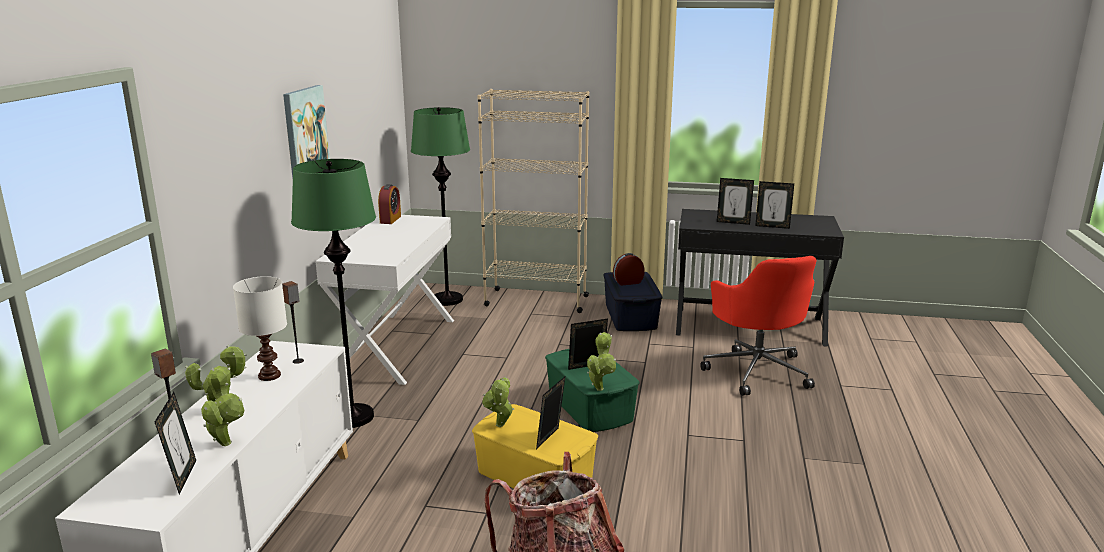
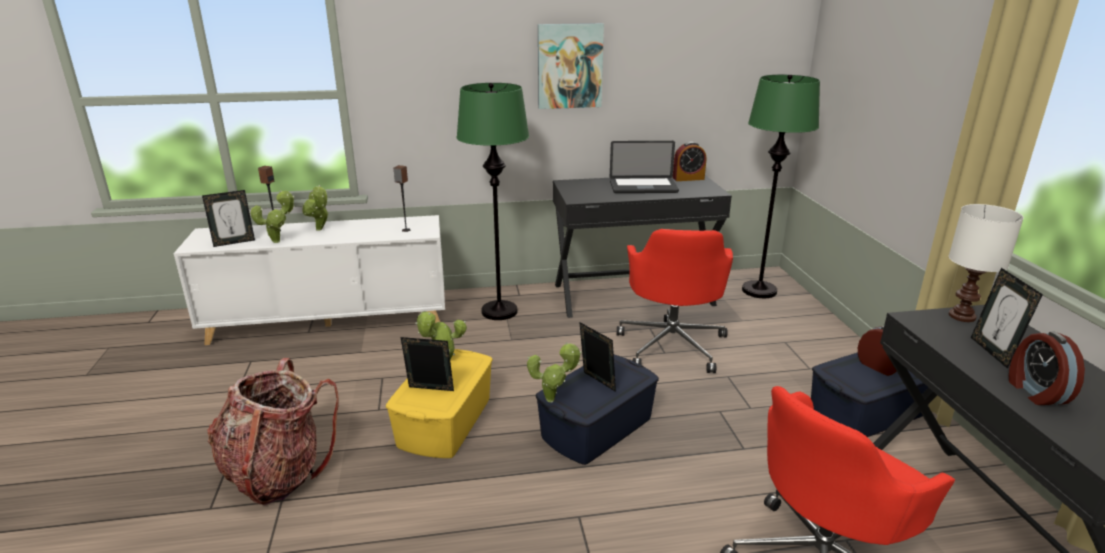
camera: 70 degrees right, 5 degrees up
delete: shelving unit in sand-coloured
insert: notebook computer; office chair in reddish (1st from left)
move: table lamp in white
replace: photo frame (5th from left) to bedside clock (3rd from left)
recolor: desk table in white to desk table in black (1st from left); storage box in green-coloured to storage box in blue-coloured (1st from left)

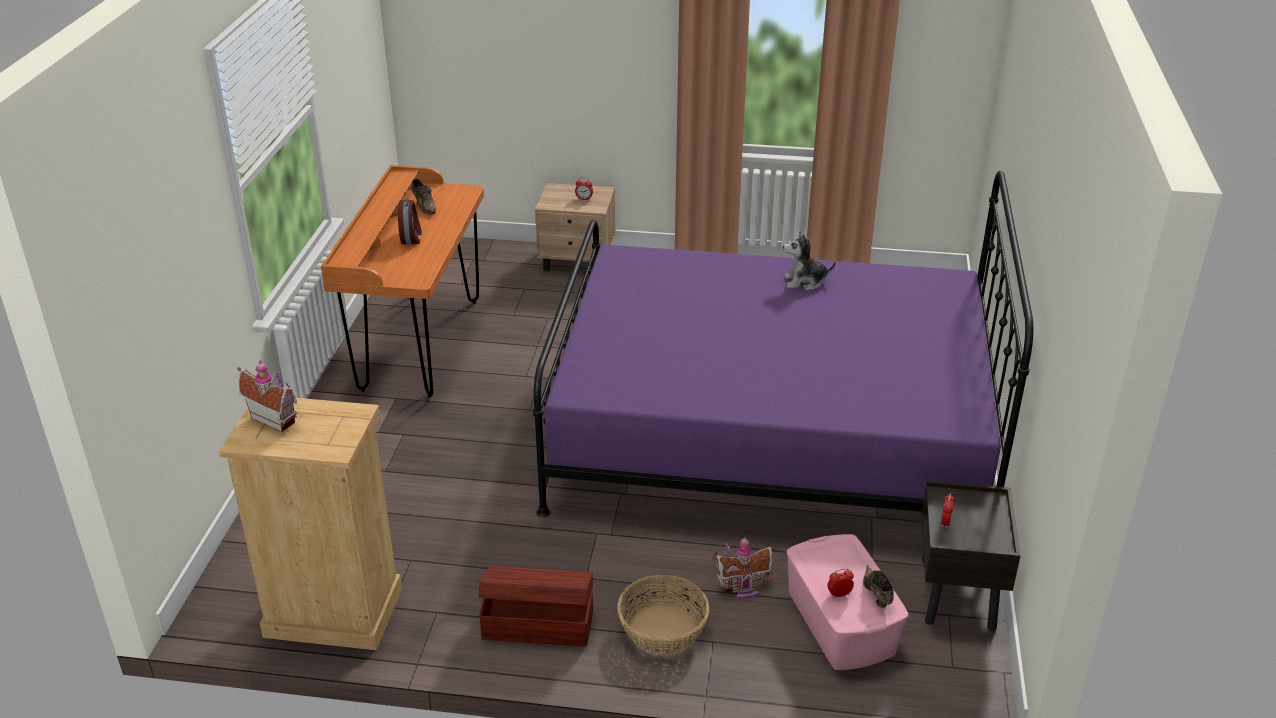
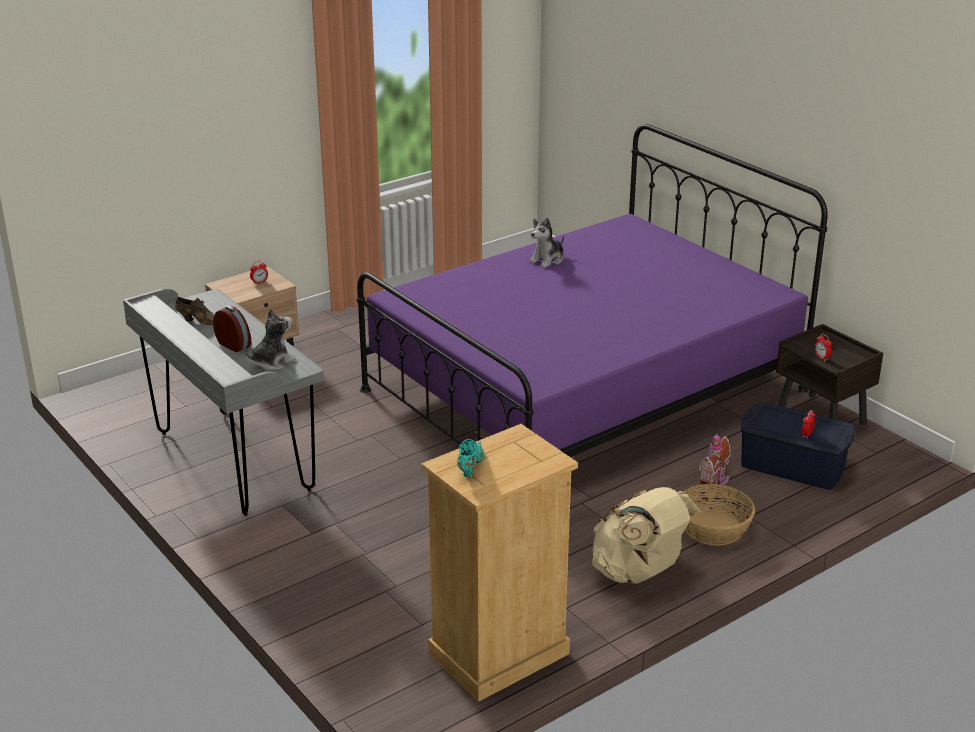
camera: 45 degrees left, 5 degrees down
delete: low shoe in brown-coloured (2nd from left)
insert: plush toy (1st from left)
replace: model house (1st from left) to low shoe in turquoise-coloured; storage box in brown-coloured to rucksack in sand-coloured
recolor: desk table in orange-coloured to desk table in gray; storage box in pink-coloured to storage box in blue-coloured

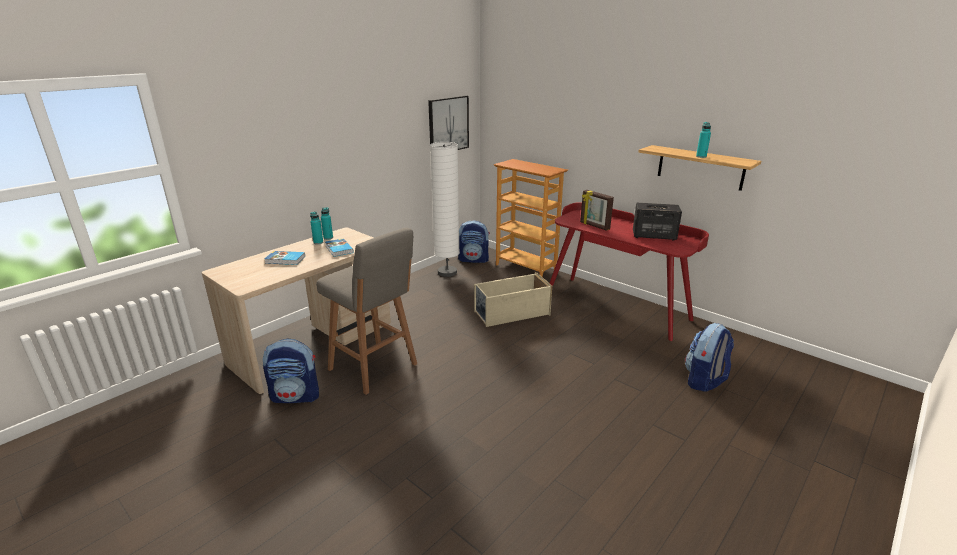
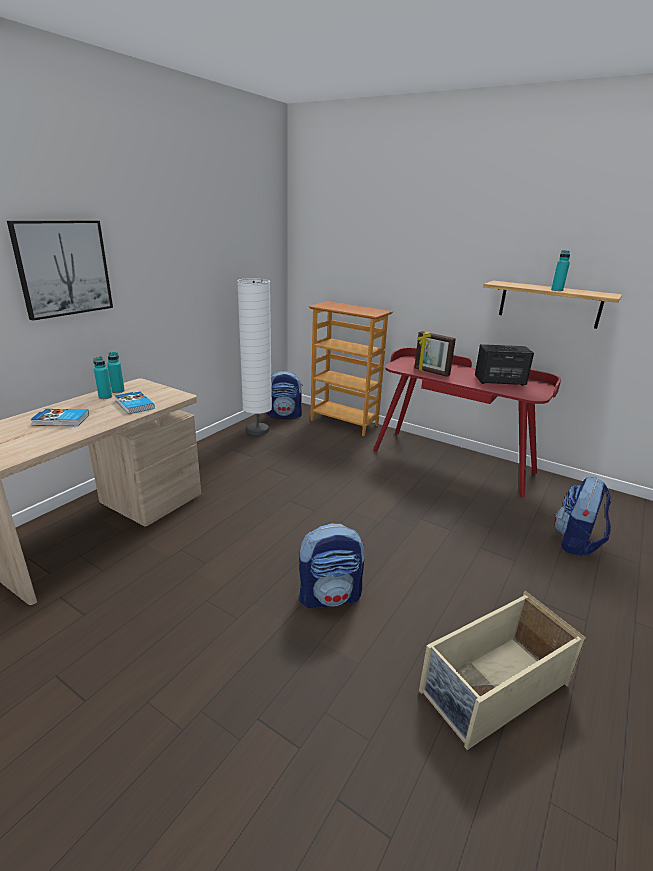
camera: 10 degrees left, 0 degrees up
delete: stool in gray
move: rucksack (1st from left in the first image) to rucksack (2nd from left); wall picture; storage box in sand-coloured

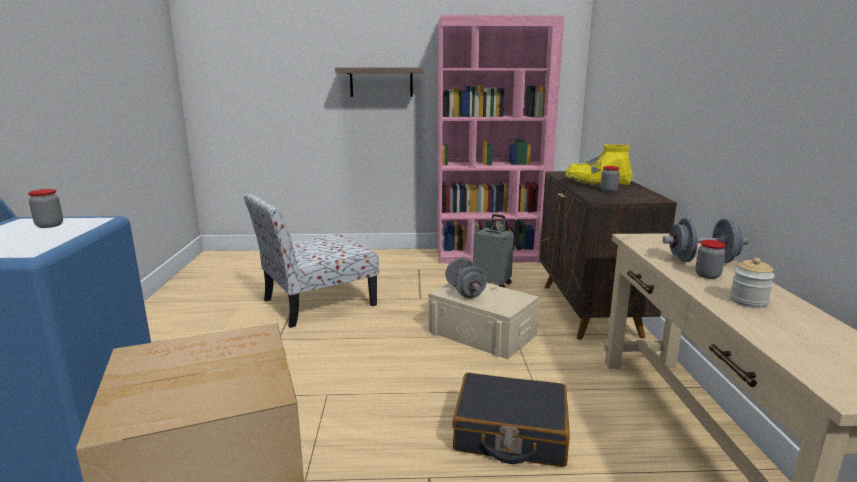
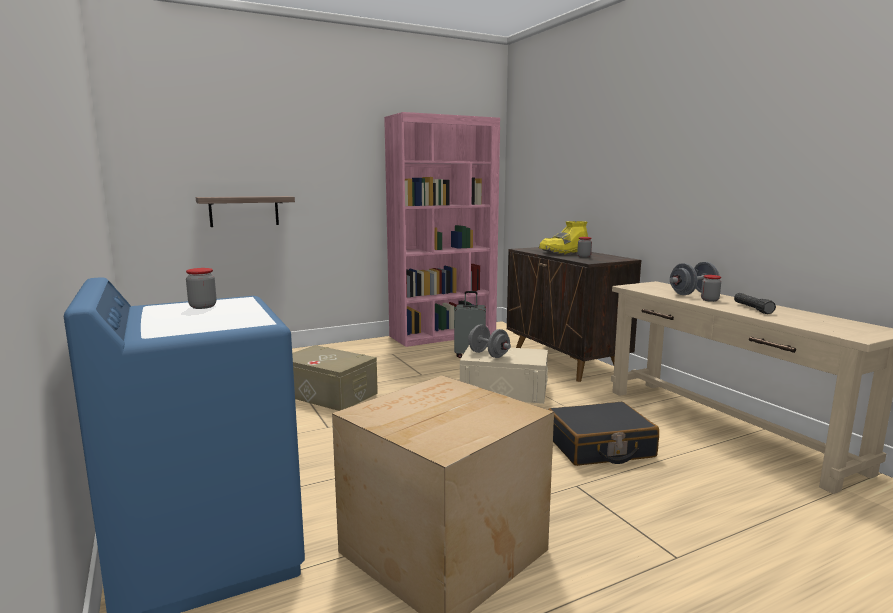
camera: 25 degrees left, 5 degrees down
move: wall shelf
replace: upright chair to storage box in sand-coloured (1st from left); preserve jar (4th from left) to hand torch in black

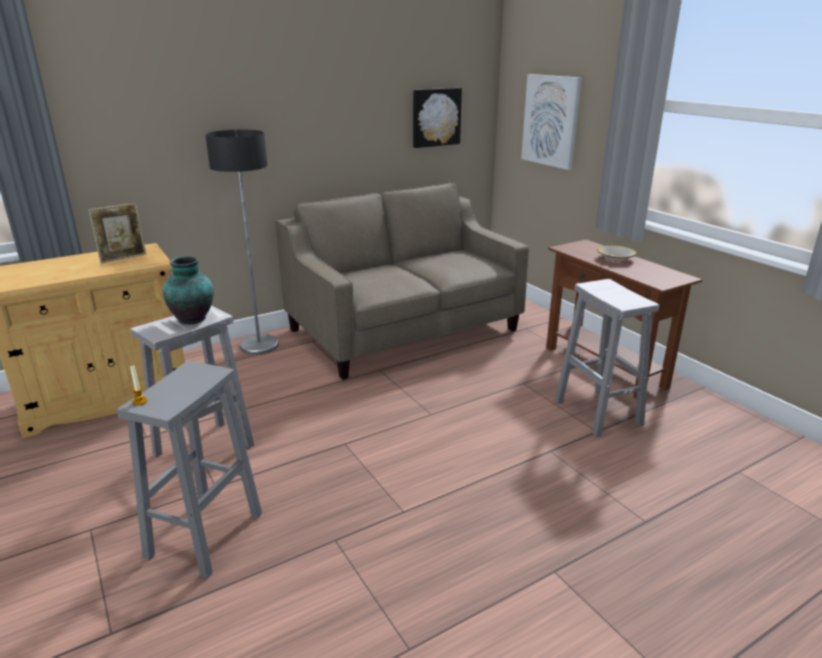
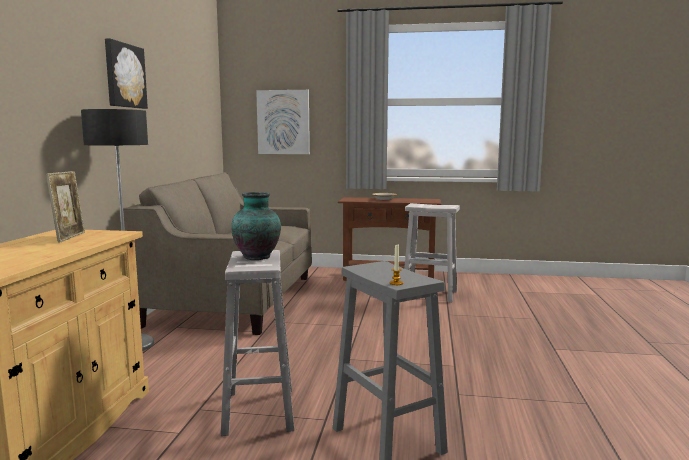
camera: 50 degrees left, 15 degrees down
move: wall picture (1st from left)

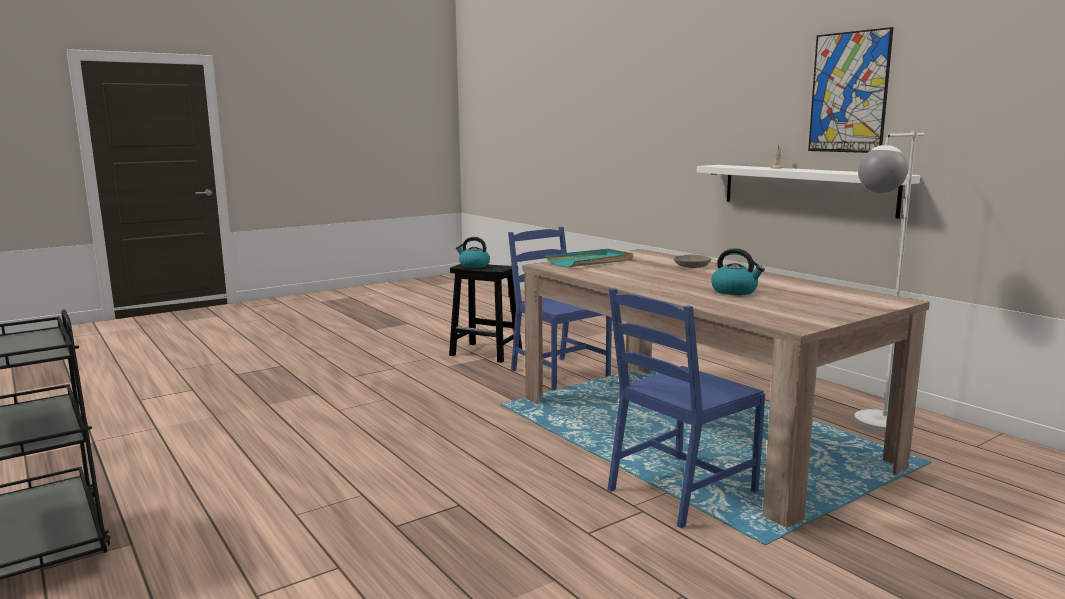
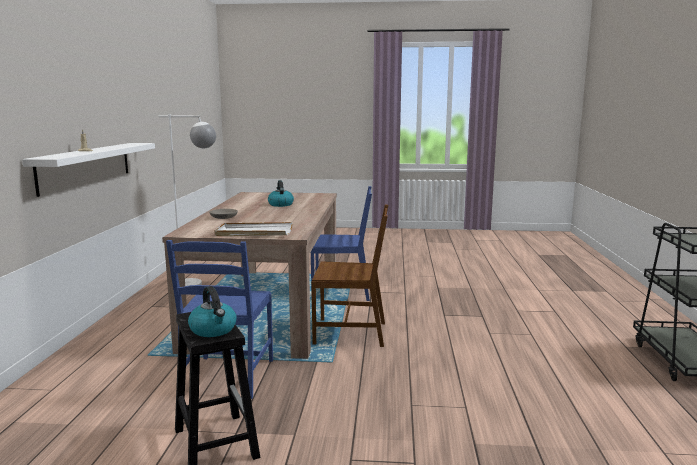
camera: 140 degrees left, 0 degrees up
delete: wall picture
insert: upright chair in brown-coloured
recolor: tray in turquoise-coloured to tray in white

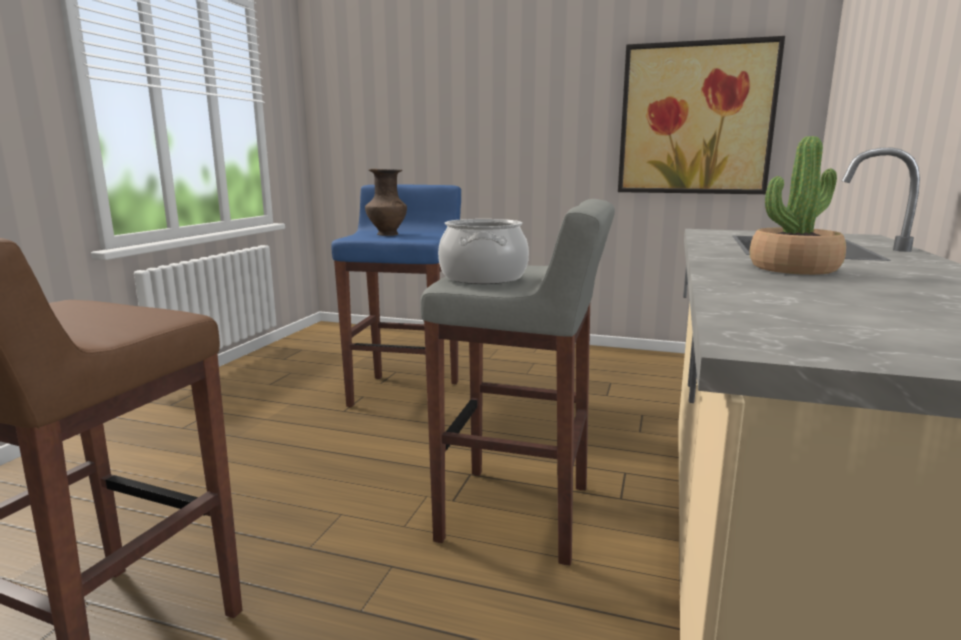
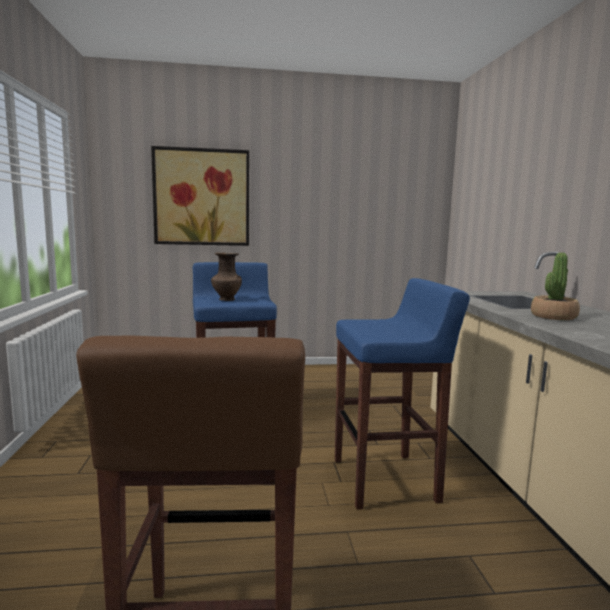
camera: 25 degrees left, 5 degrees down
delete: saucepot
move: wall picture
recolor: stool in gray to stool in blue-coloured (2nd from left)

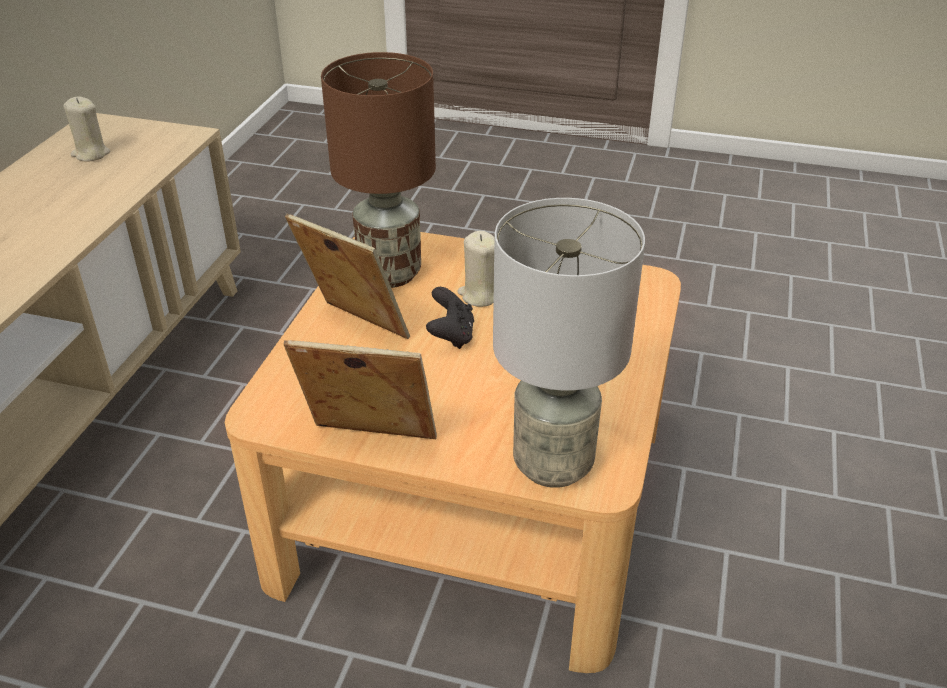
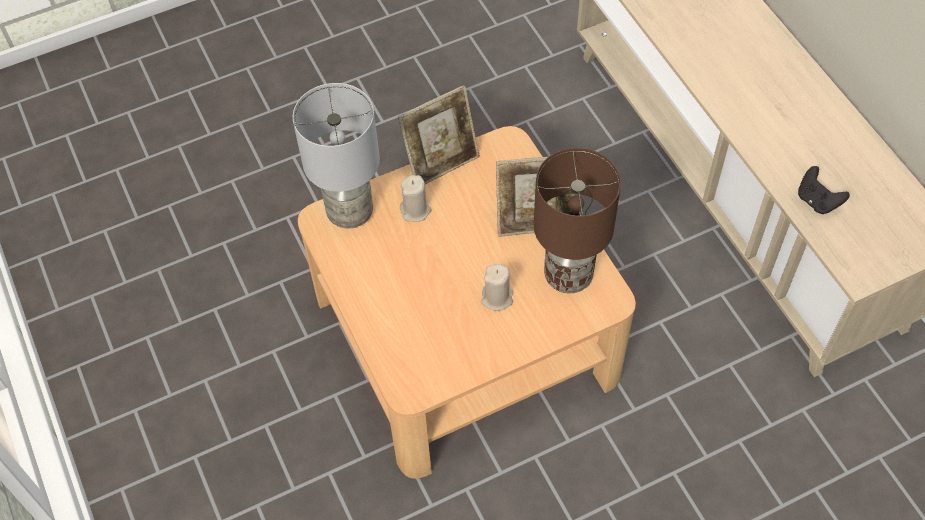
camera: 140 degrees right, 20 degrees up
move: candle in sand-coloured (1st from left); gamepad in black

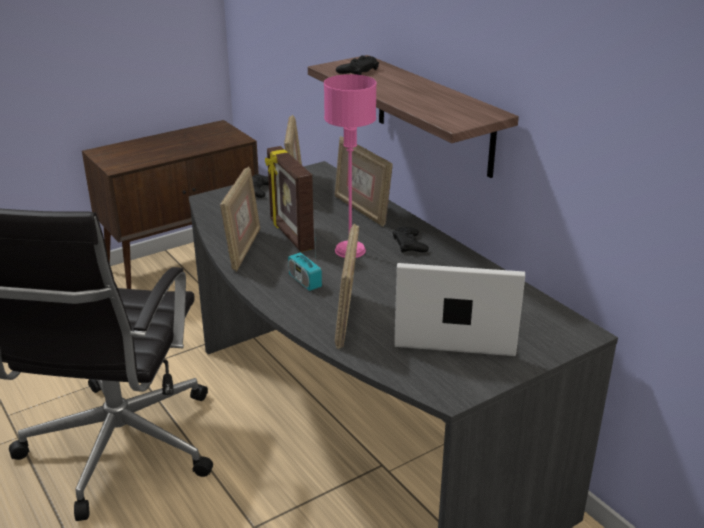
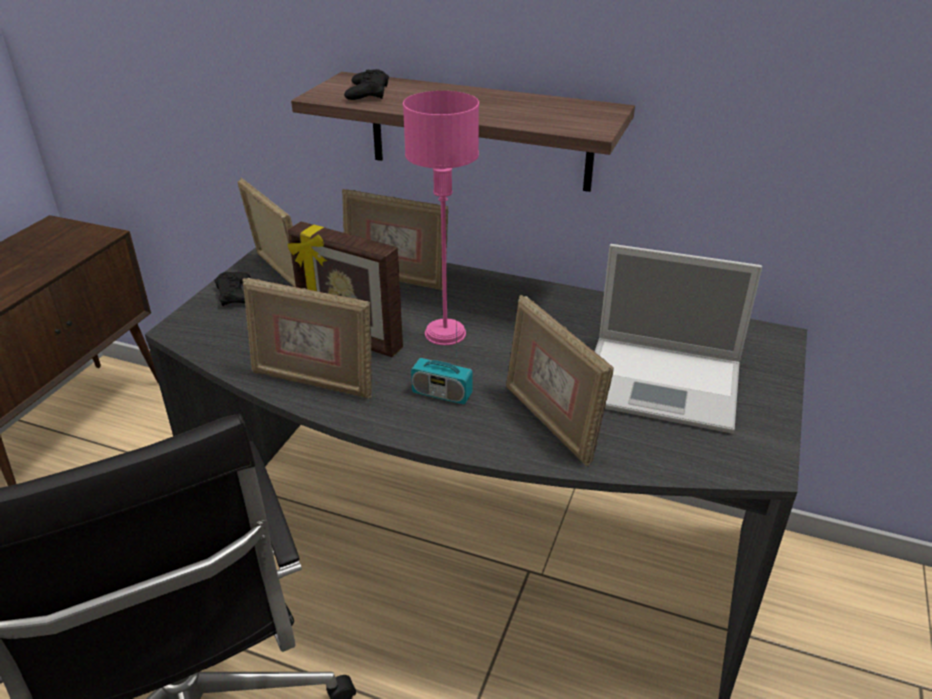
camera: 35 degrees left, 5 degrees up
delete: gamepad in black (3rd from left)
rotate: photo frame (1st from left in the first image) 135 degrees clockwise; notebook computer 135 degrees counterclockwise

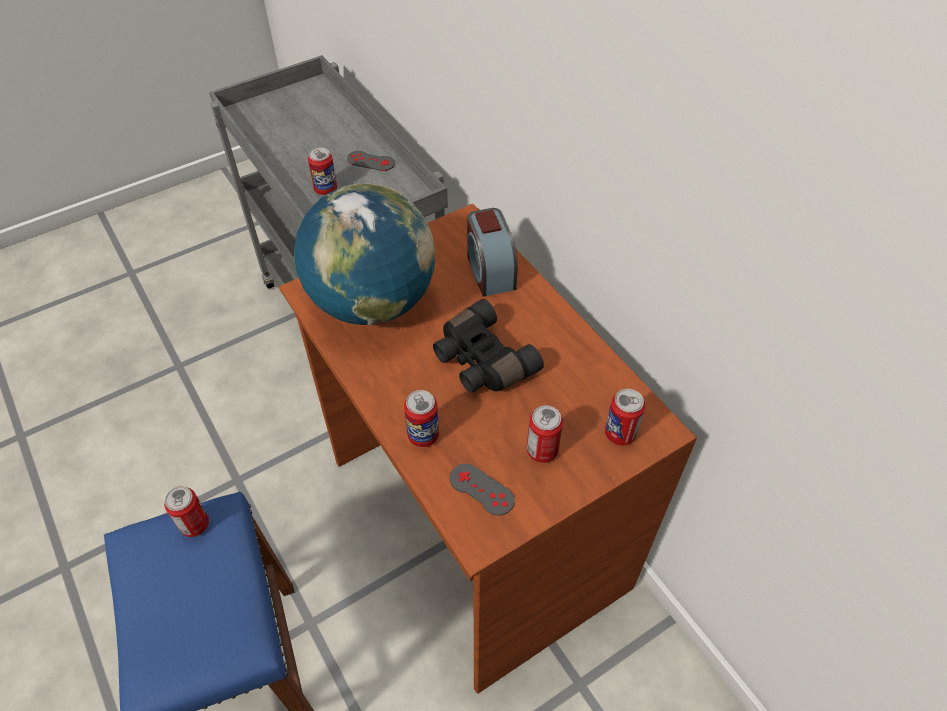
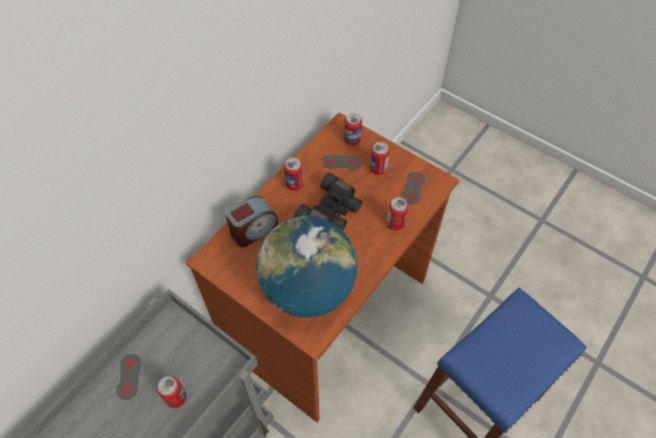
camera: 110 degrees left, 5 degrees up
insert: gamepad in gray (2nd from left)
move: sealed can (1st from left in the first image) to sealed can (2nd from left)

